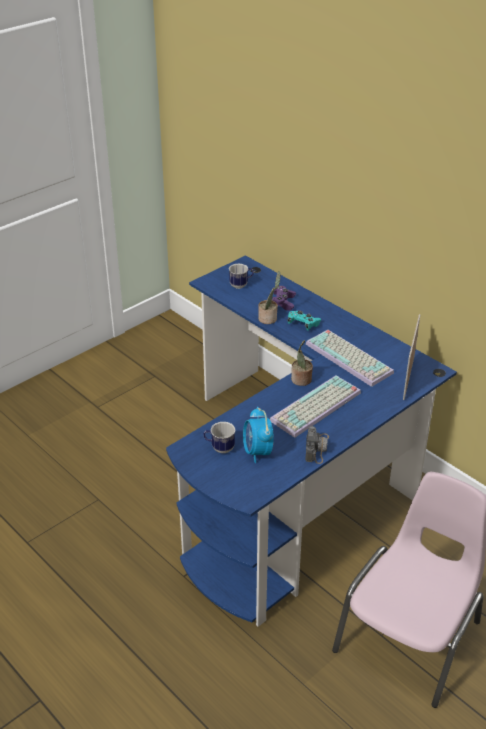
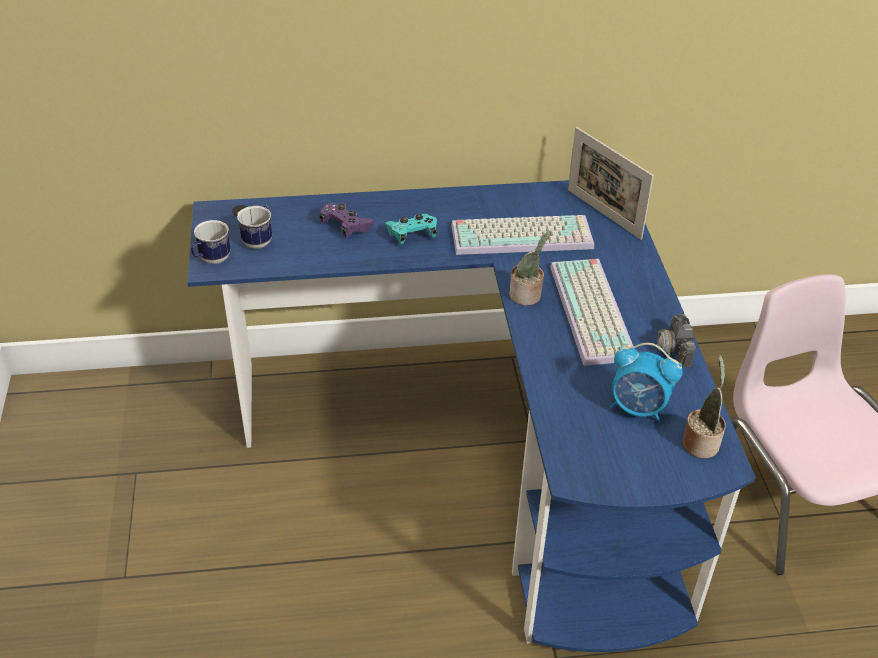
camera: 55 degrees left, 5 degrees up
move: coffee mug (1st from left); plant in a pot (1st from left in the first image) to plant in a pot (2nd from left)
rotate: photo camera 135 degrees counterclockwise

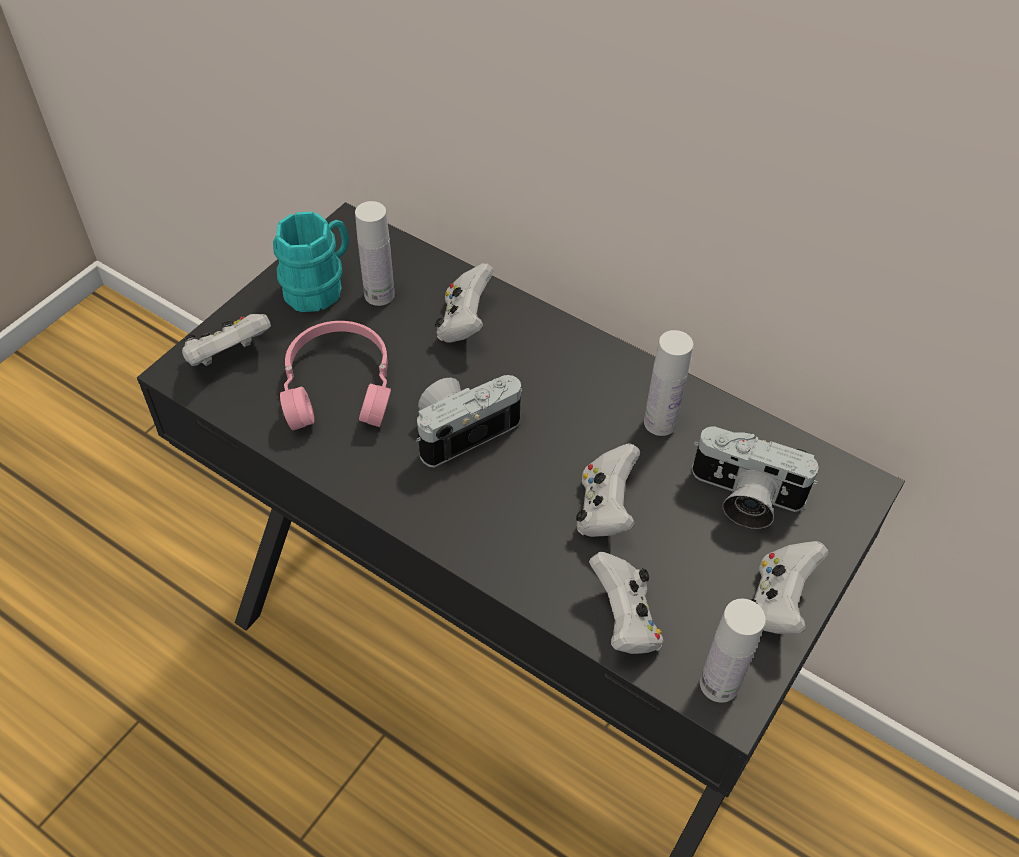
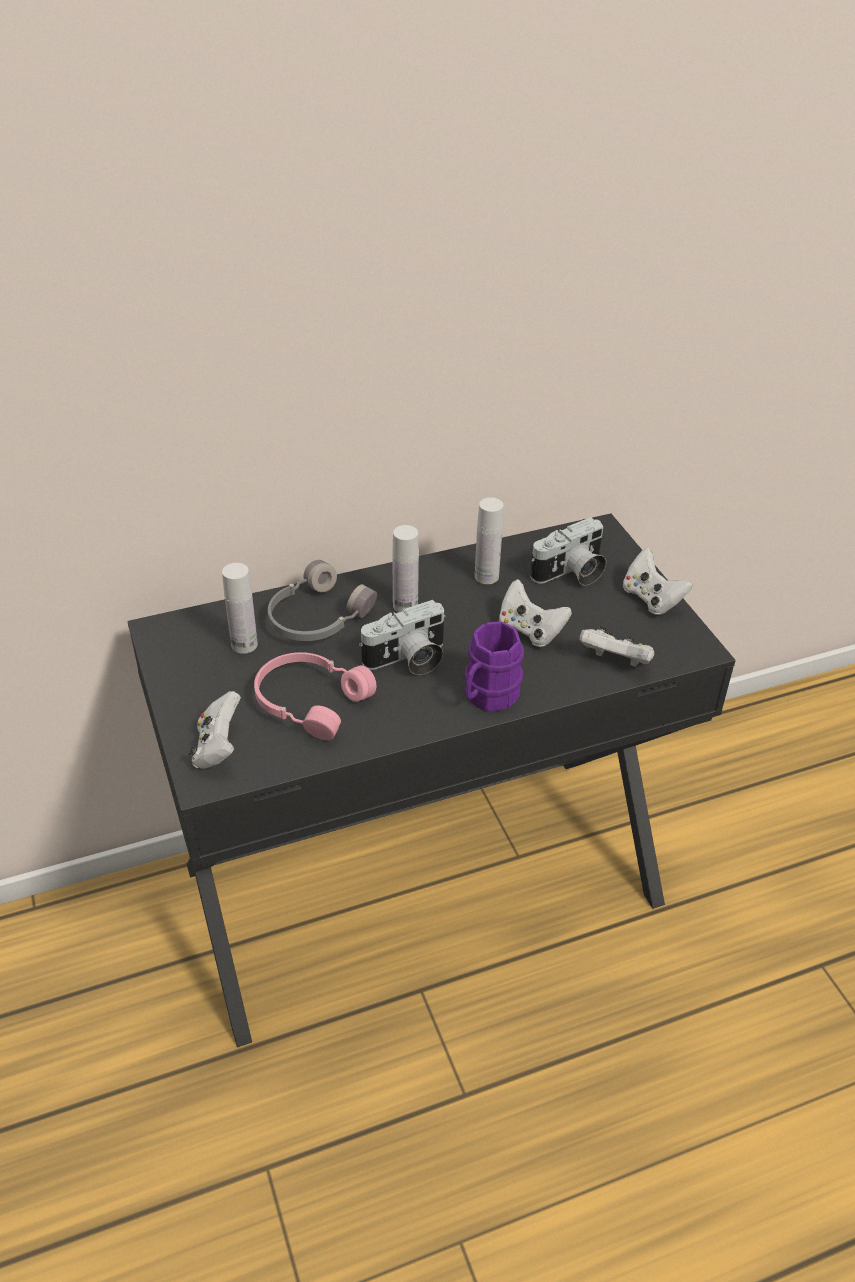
camera: 55 degrees left, 10 degrees down
delete: coffee mug in turquoise-coloured
insert: coffee mug in purple-coloured
move: drink bottle in white (3rd from left in the first image) to drink bottle in white (2nd from left)
replace: gamepad in white (2nd from left) to pair of headphones in gray
rotate: photo camera (1st from left) 120 degrees counterclockwise

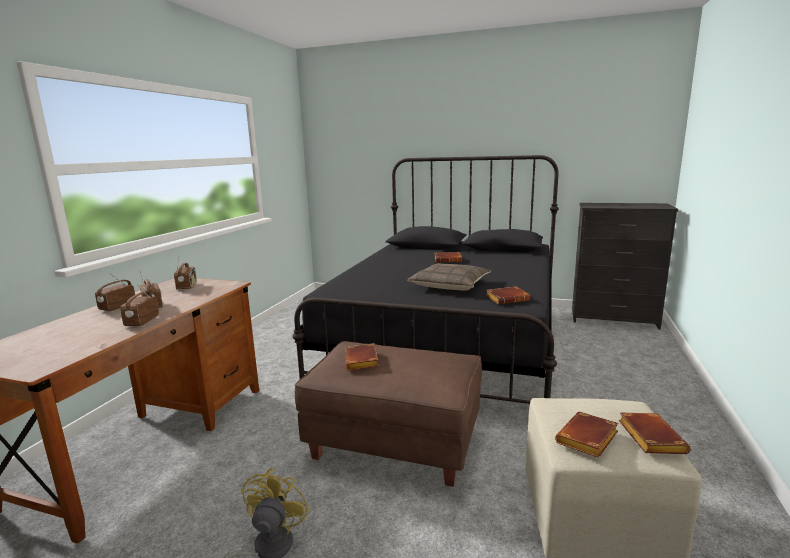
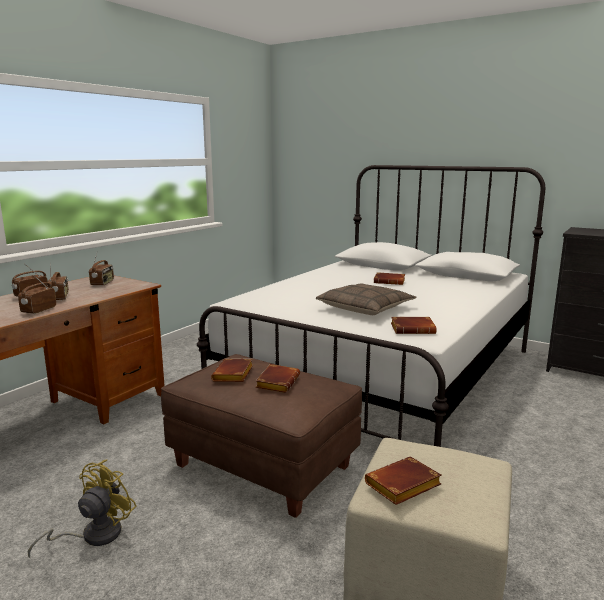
camera: 15 degrees right, 0 degrees up
move: bound book in brown-coloured (5th from left in the first image) to bound book in brown-coloured (2nd from left)
recolor: bedroom bed in black to bedroom bed in white

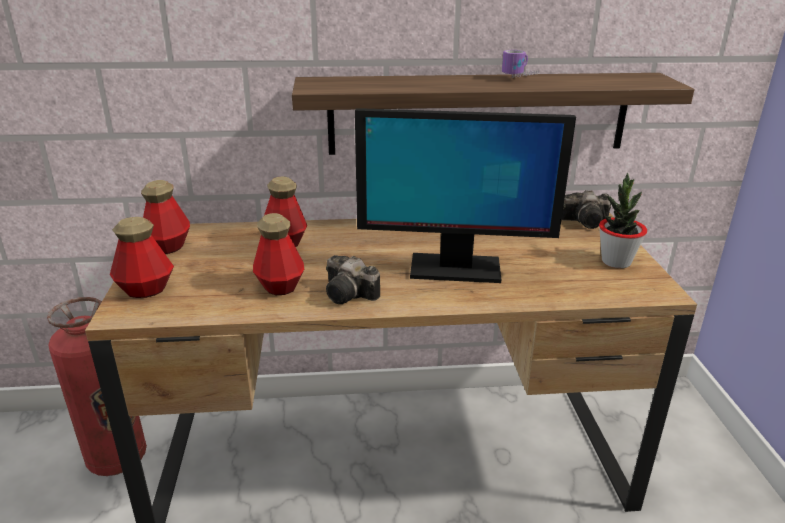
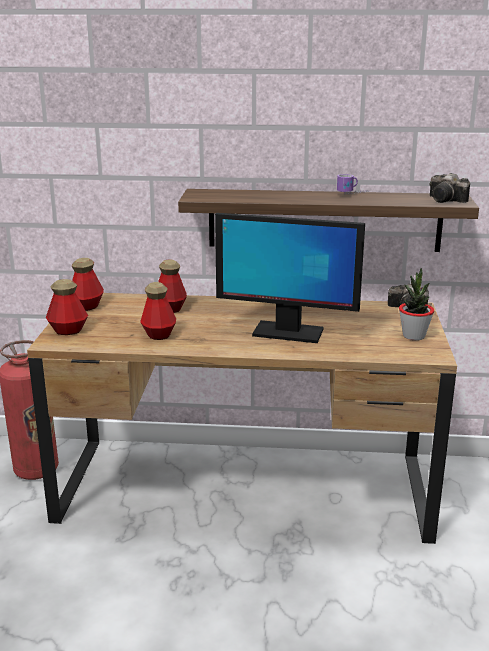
camera: 10 degrees right, 5 degrees down
move: photo camera (1st from left in the first image) to photo camera (2nd from left)

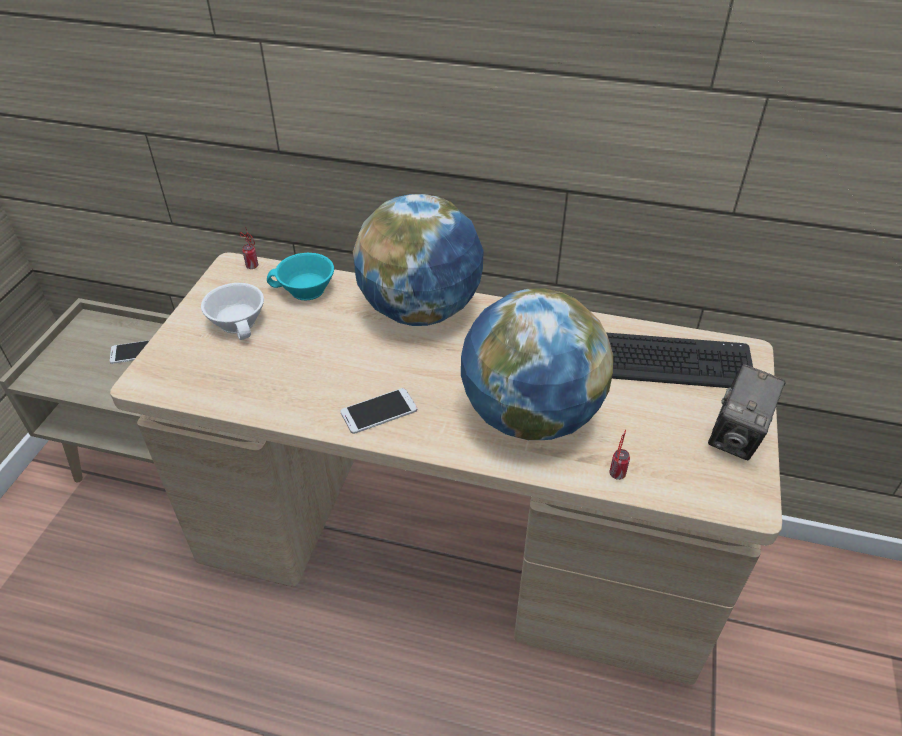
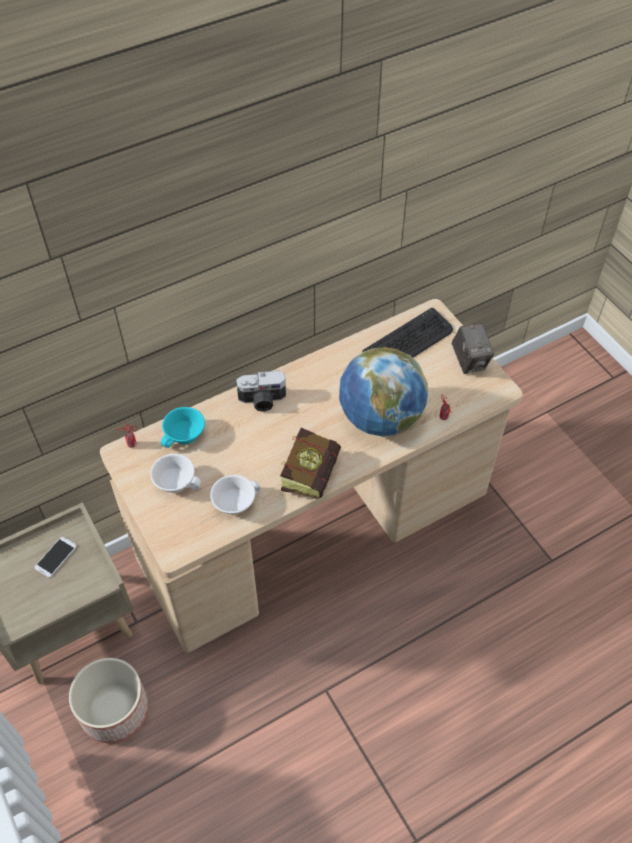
camera: 45 degrees left, 10 degrees up
insert: plant pot; drinking cup in white (2nd from left)
replace: telephone (2nd from left) to bound book; world globe (1st from left) to photo camera (1st from left)

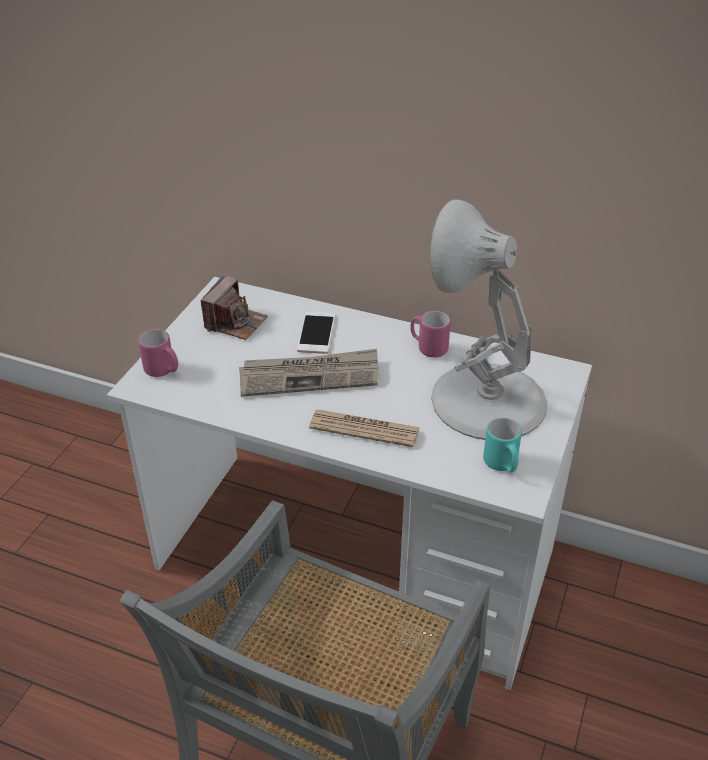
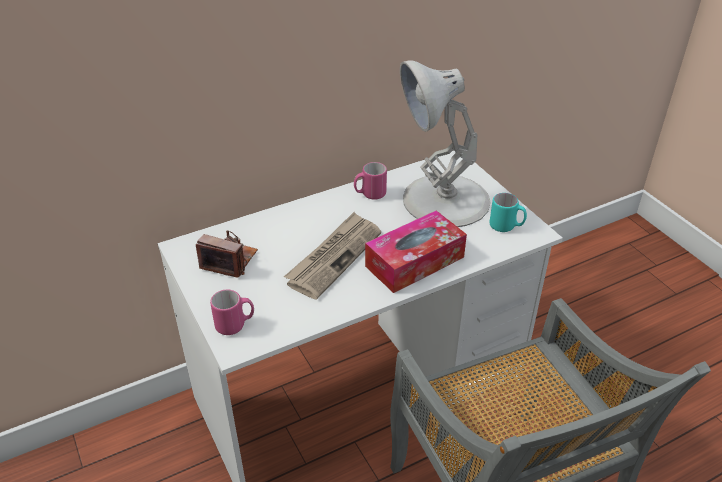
camera: 50 degrees left, 0 degrees up
delete: telephone
replace: newspaper (2nd from left) to tissue holder
rotate: photo camera 45 degrees counterclockwise

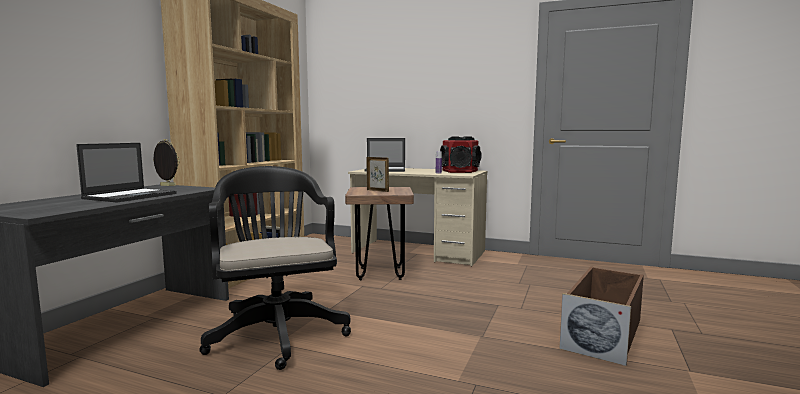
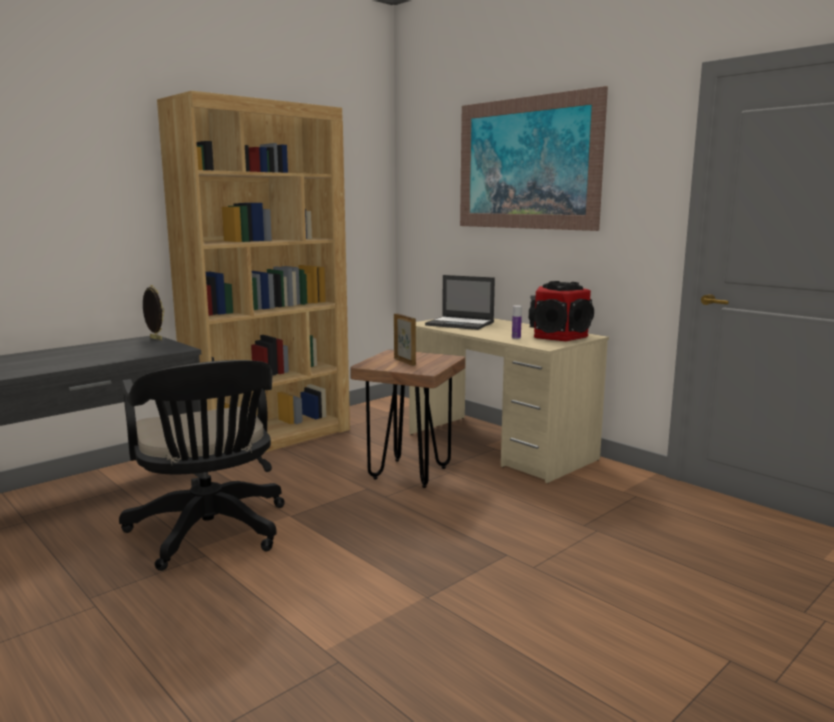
camera: 25 degrees right, 5 degrees up
delete: notebook computer (1st from left); storage box in brown-coloured
insert: wall picture
rotate: office chair in black 150 degrees clockwise

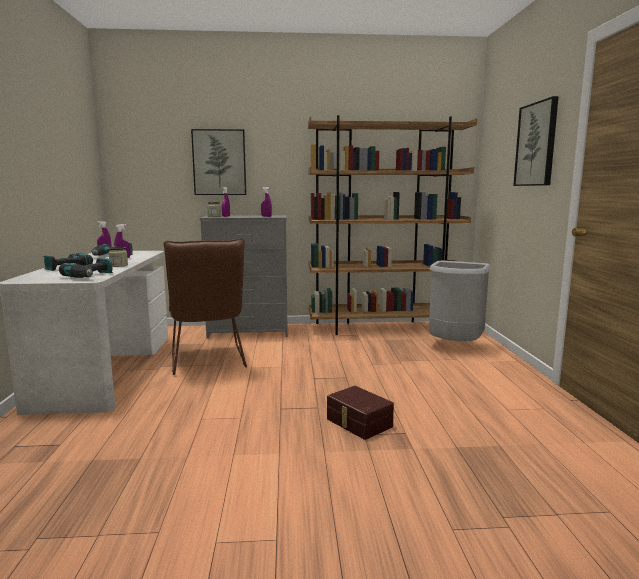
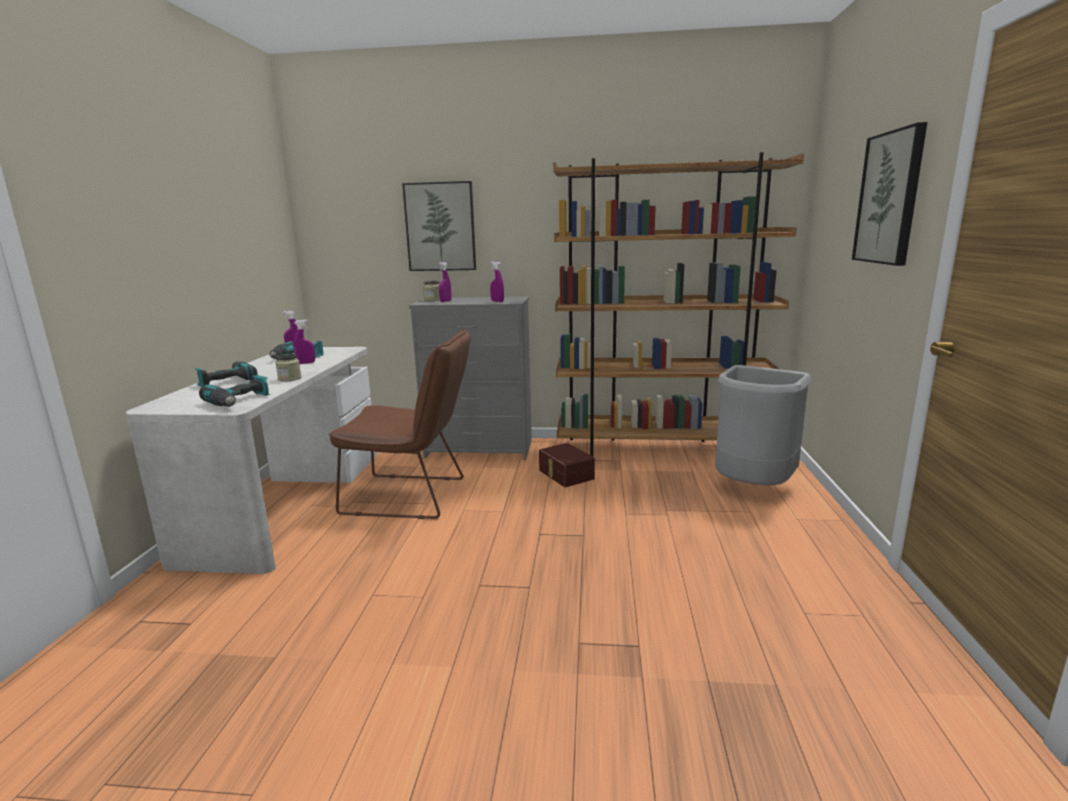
camera: 10 degrees right, 5 degrees up
move: storage box in brown-coloured
rotate: upright chair in brown-coloured 75 degrees counterclockwise

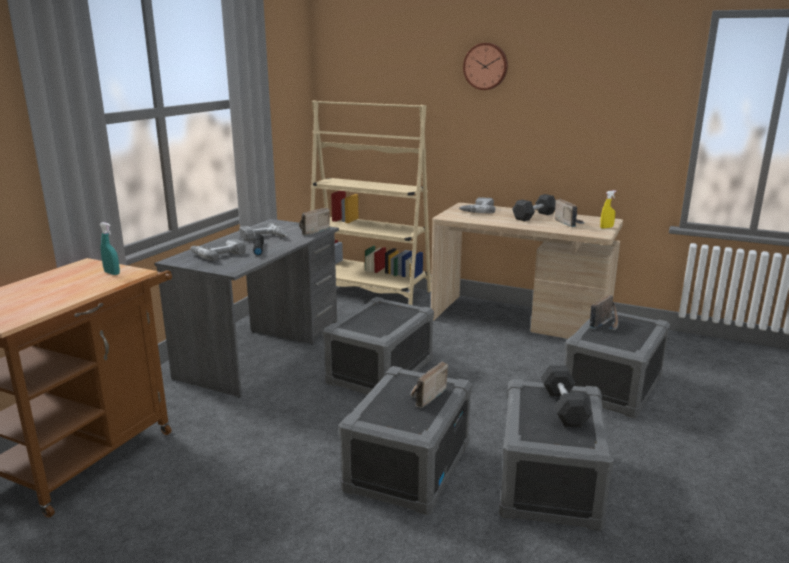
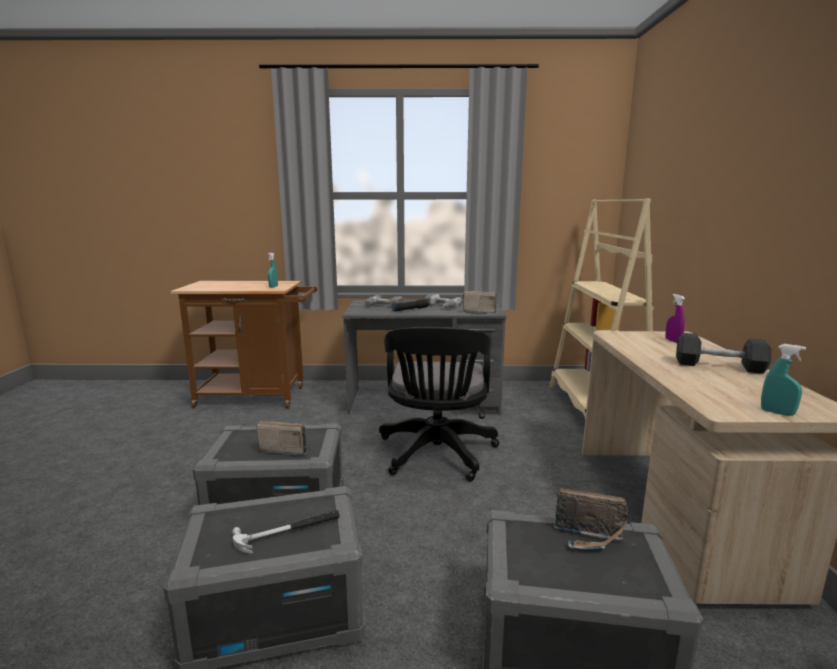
camera: 65 degrees right, 5 degrees down
delete: wall clock; radio (3rd from left)
replace: storage box in gray (1st from left) to office chair in black; electric drill (3rd from left) to hand sprayer in purple-coloured; hand weight in gray (2nd from left) to hammer
recolor: hand sprayer in yellowish to hand sprayer in turquoise-coloured (2nd from left)

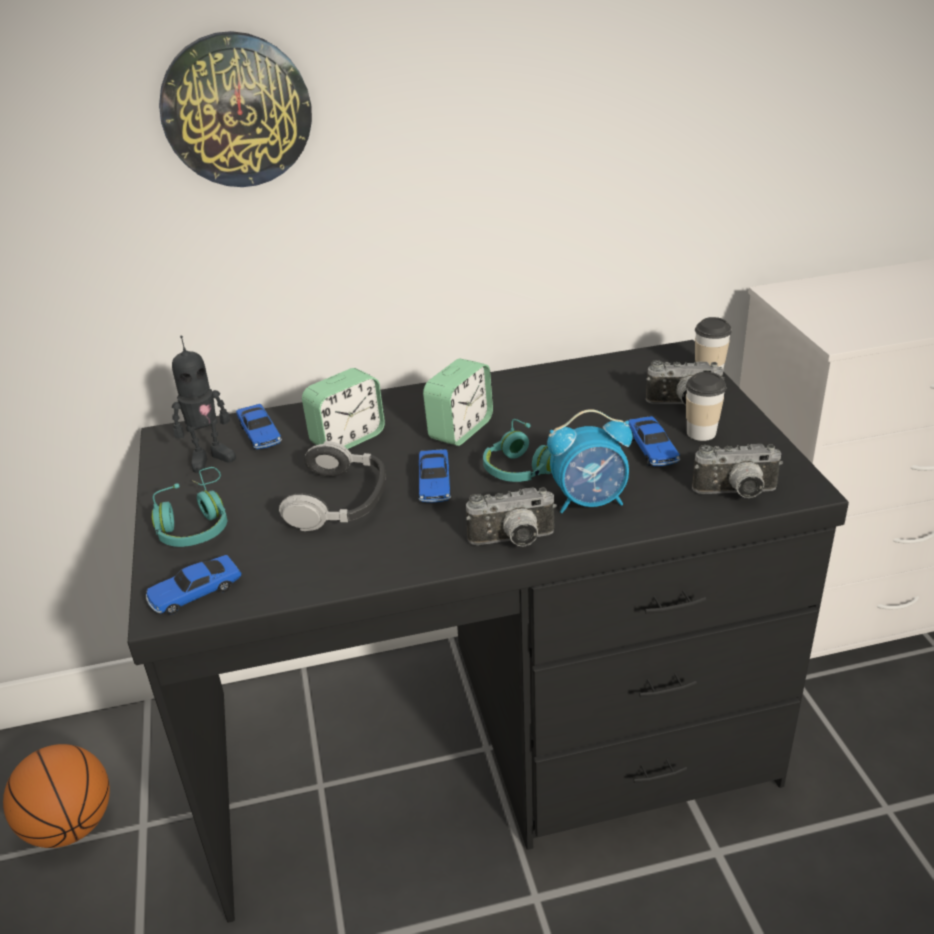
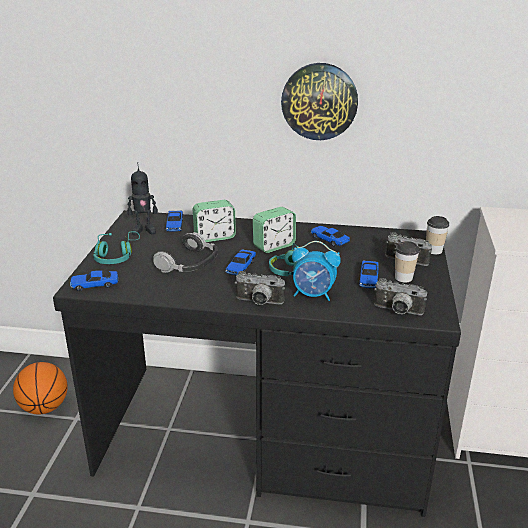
camera: 20 degrees right, 5 degrees down
insert: model car (4th from left)
move: wall clock

